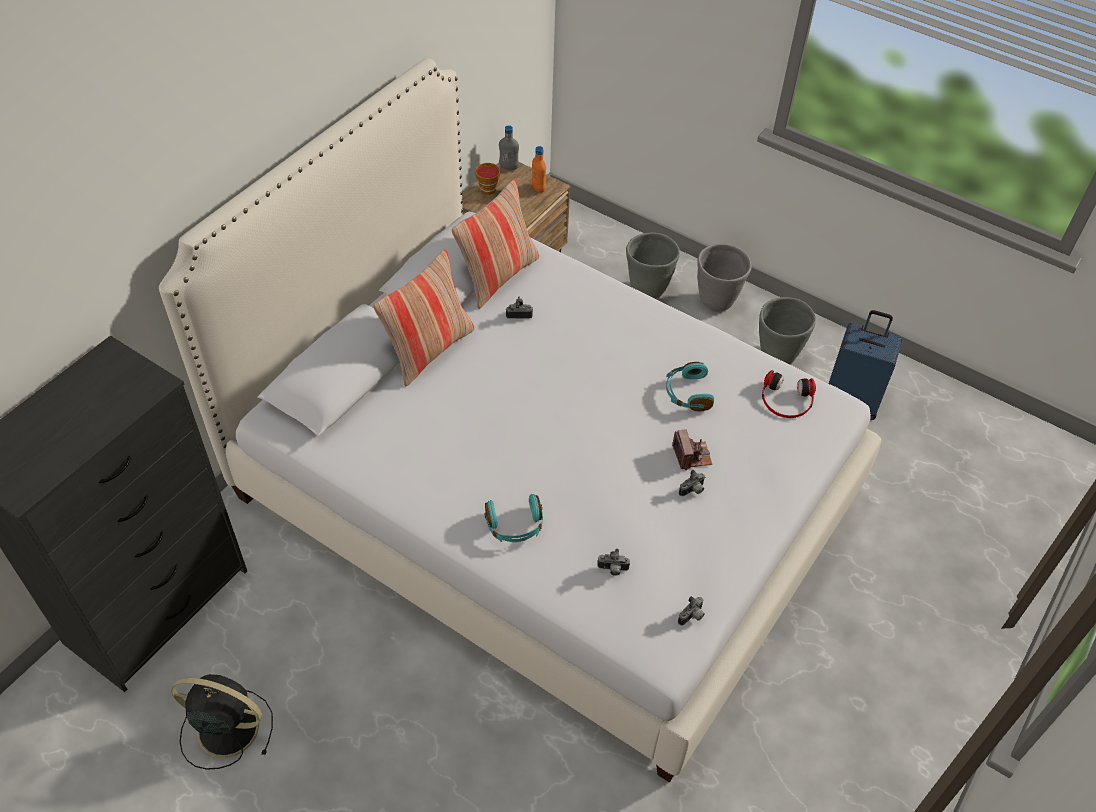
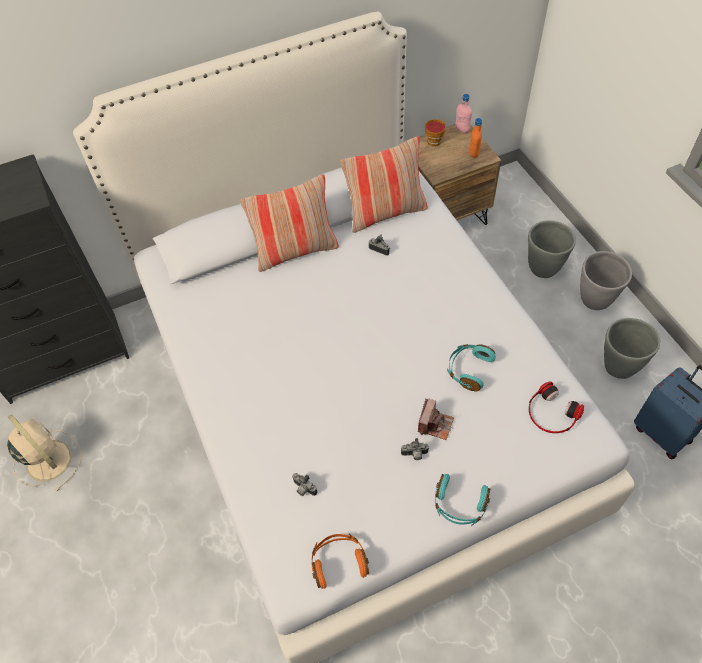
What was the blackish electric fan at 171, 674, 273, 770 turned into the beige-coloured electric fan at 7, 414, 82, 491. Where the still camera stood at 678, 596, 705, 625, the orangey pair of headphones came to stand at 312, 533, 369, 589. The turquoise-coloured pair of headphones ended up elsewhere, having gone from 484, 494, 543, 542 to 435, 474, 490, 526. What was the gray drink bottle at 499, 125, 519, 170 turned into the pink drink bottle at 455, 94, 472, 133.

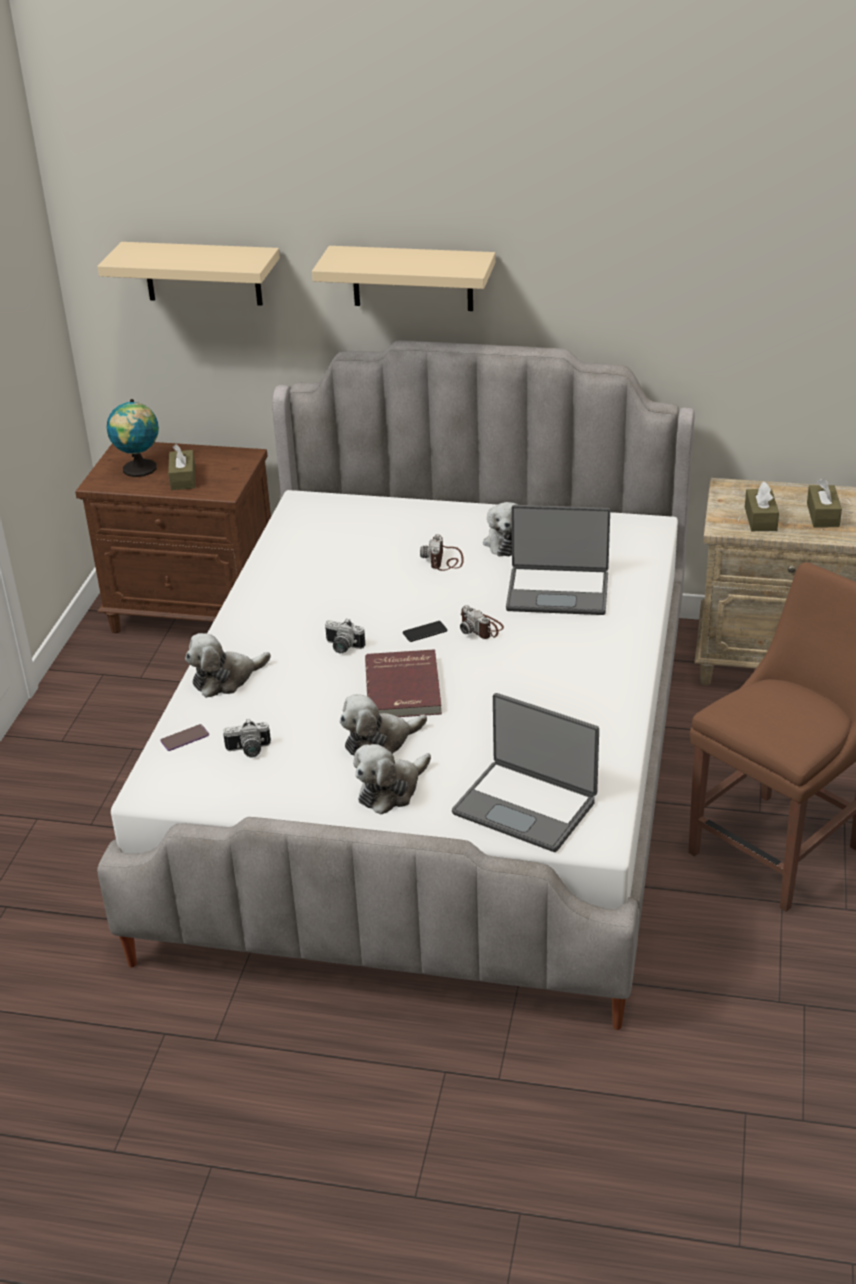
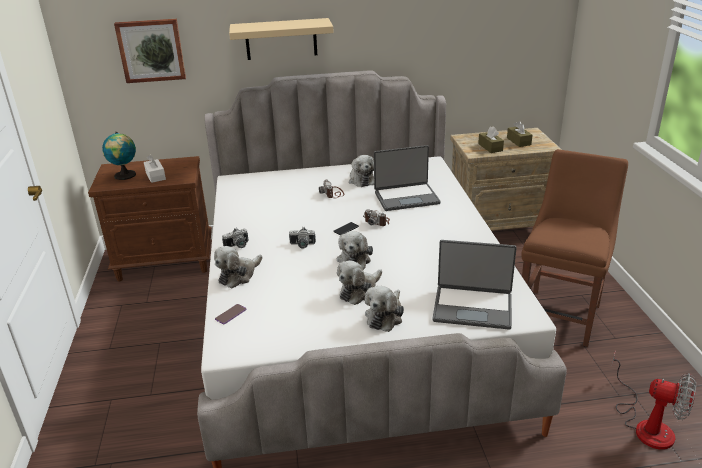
Where the beige-coloured wall shelf hung at 97, 242, 280, 306, the picture came to hang at 114, 19, 186, 83. What was the brown box of tissues at 168, 444, 195, 490 turned into the whitish box of tissues at 144, 155, 166, 183. The still camera ended up elsewhere, having gone from 223, 718, 271, 758 to 222, 228, 248, 248. Where the red book stood at 365, 649, 442, 717, the soft toy came to stand at 337, 231, 373, 270. The second view gained the electric fan at 612, 351, 696, 450.

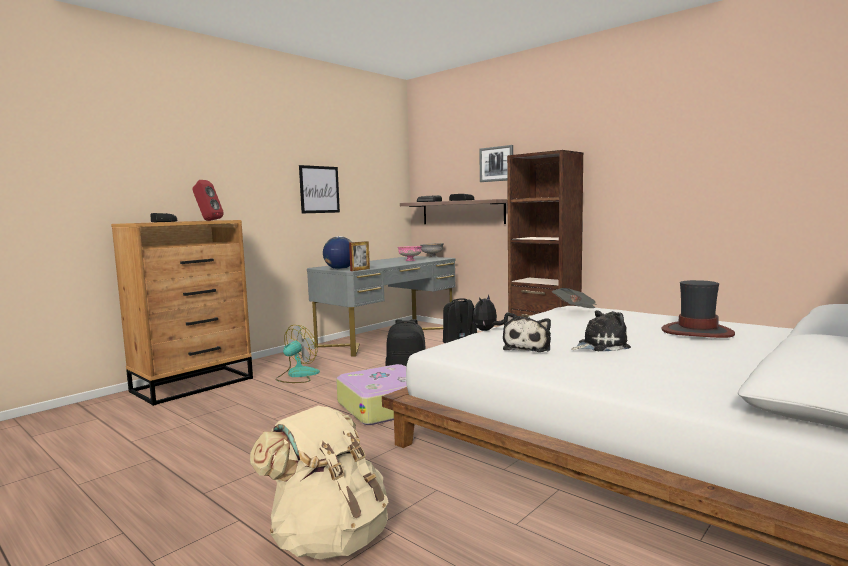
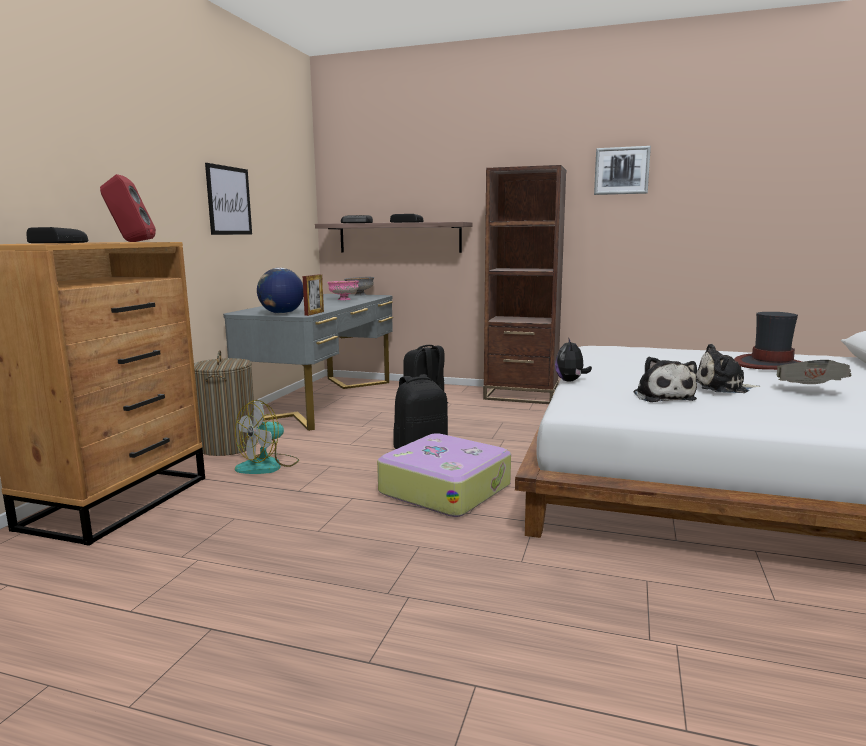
The second view gained the hamper at 194, 350, 257, 456. The electric fan at 275, 325, 320, 383 ended up facing another way, 150 degrees counterclockwise from before. The picture ended up elsewhere, having gone from 479, 145, 513, 182 to 594, 146, 651, 195. The soft toy at 571, 310, 631, 351 ended up facing another way, 135 degrees counterclockwise from before. The printed paper ended up elsewhere, having gone from 552, 288, 597, 308 to 777, 360, 851, 384. The second view lost the beige-coloured knapsack at 250, 406, 388, 559.

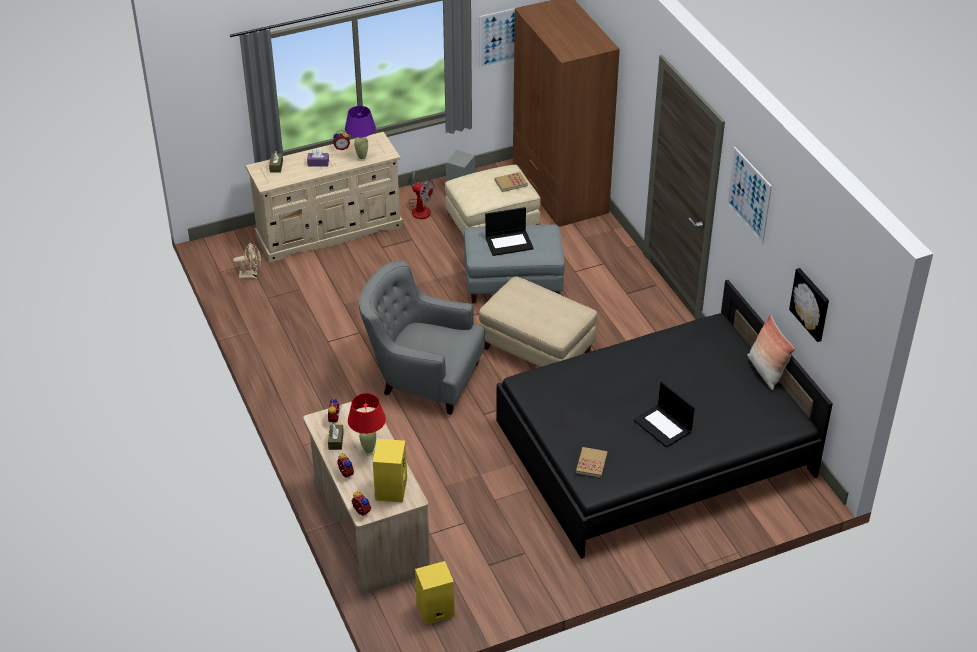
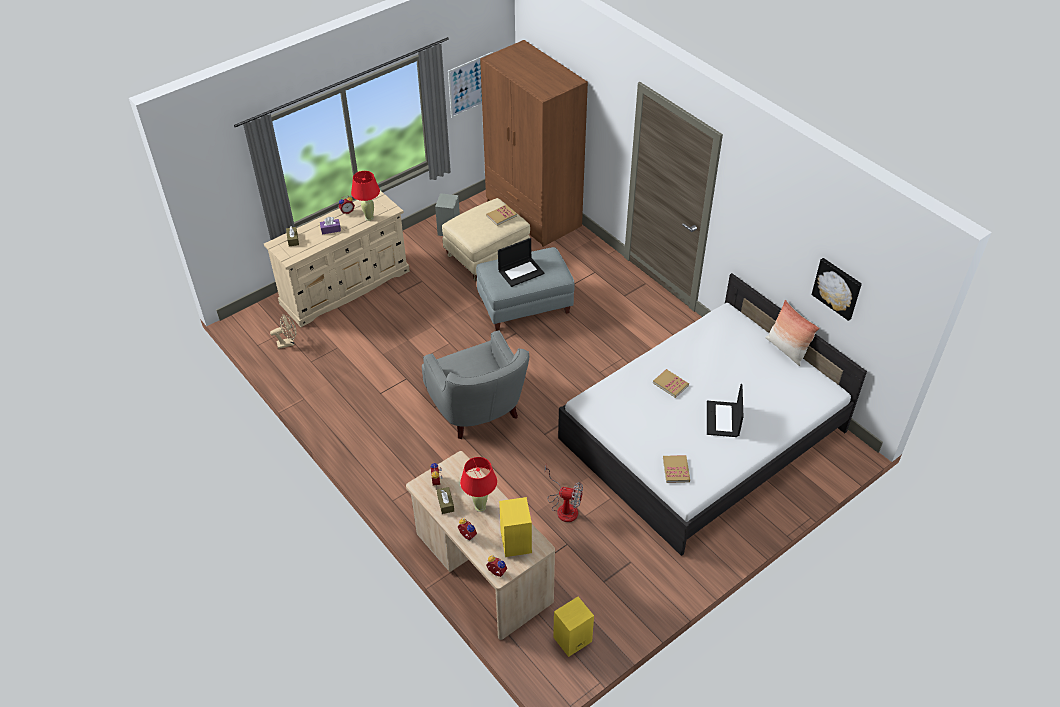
What was the purple table lamp at 345, 106, 376, 161 turned into the red table lamp at 351, 171, 380, 221. The gray armchair at 359, 261, 485, 415 ended up facing another way, 120 degrees counterclockwise from before. The electric fan ended up elsewhere, having gone from 409, 171, 435, 219 to 545, 466, 583, 522. What was the blackish bed at 496, 280, 833, 559 turned into the whitish bed at 558, 273, 867, 556. The second view gained the book at 653, 369, 689, 398. The laptop at 634, 381, 695, 448 ended up facing another way, 60 degrees clockwise from before. The second view lost the beige-coloured ottoman at 479, 277, 597, 367. The second view lost the picture at 726, 147, 772, 244.

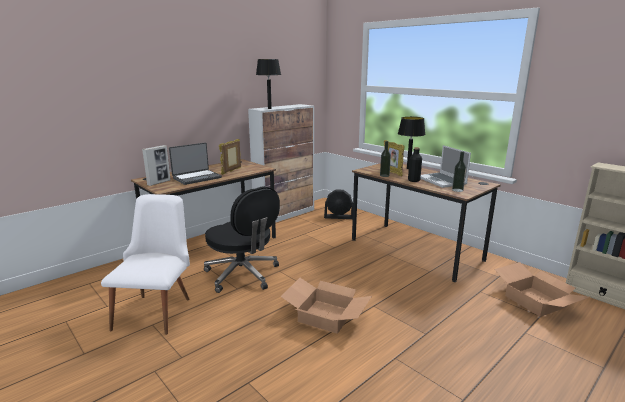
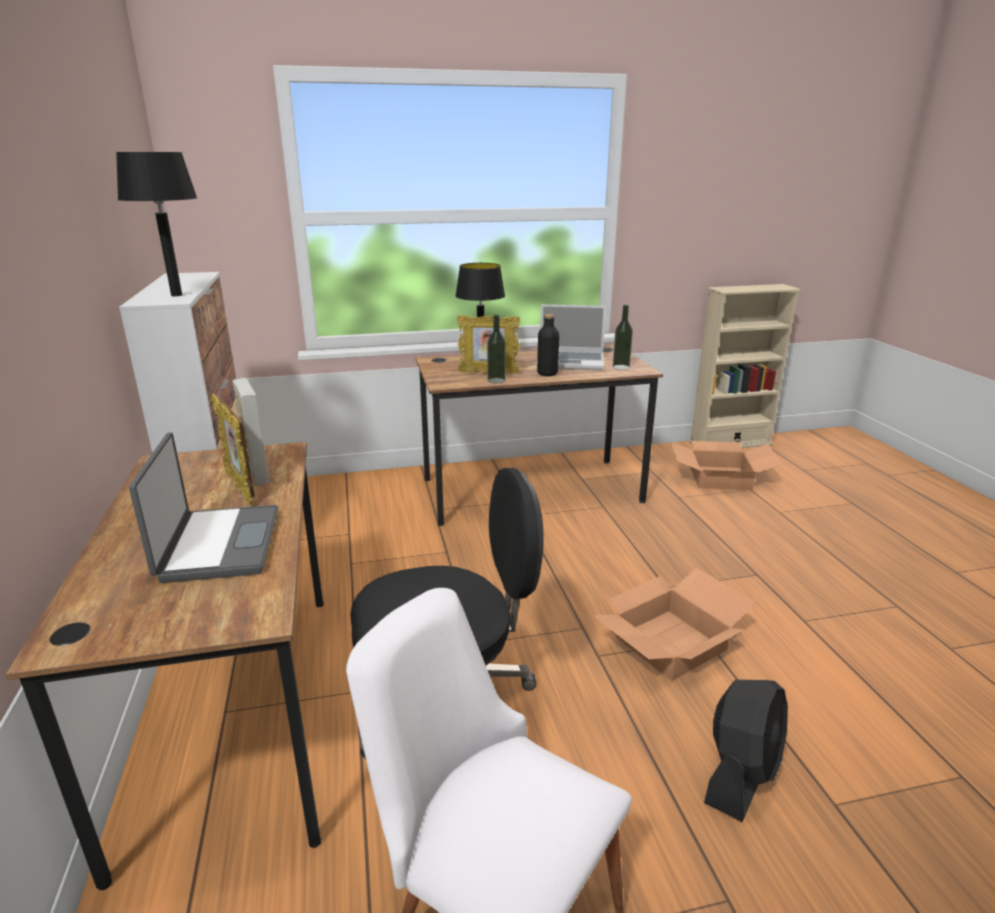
The standing frame ended up elsewhere, having gone from 142, 145, 171, 186 to 233, 378, 270, 485. The blackish electric fan ended up elsewhere, having gone from 324, 189, 353, 219 to 704, 680, 788, 822.

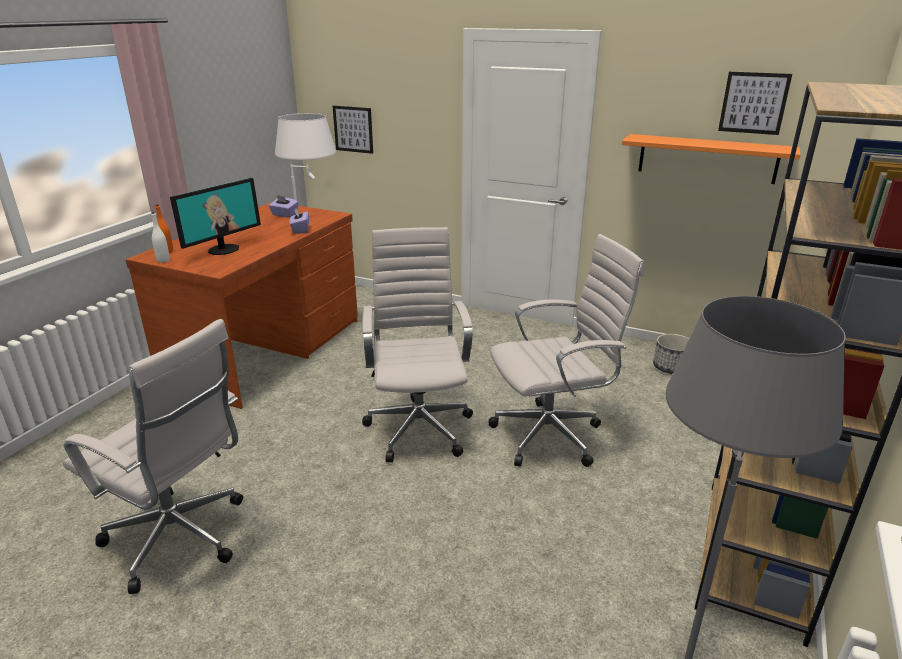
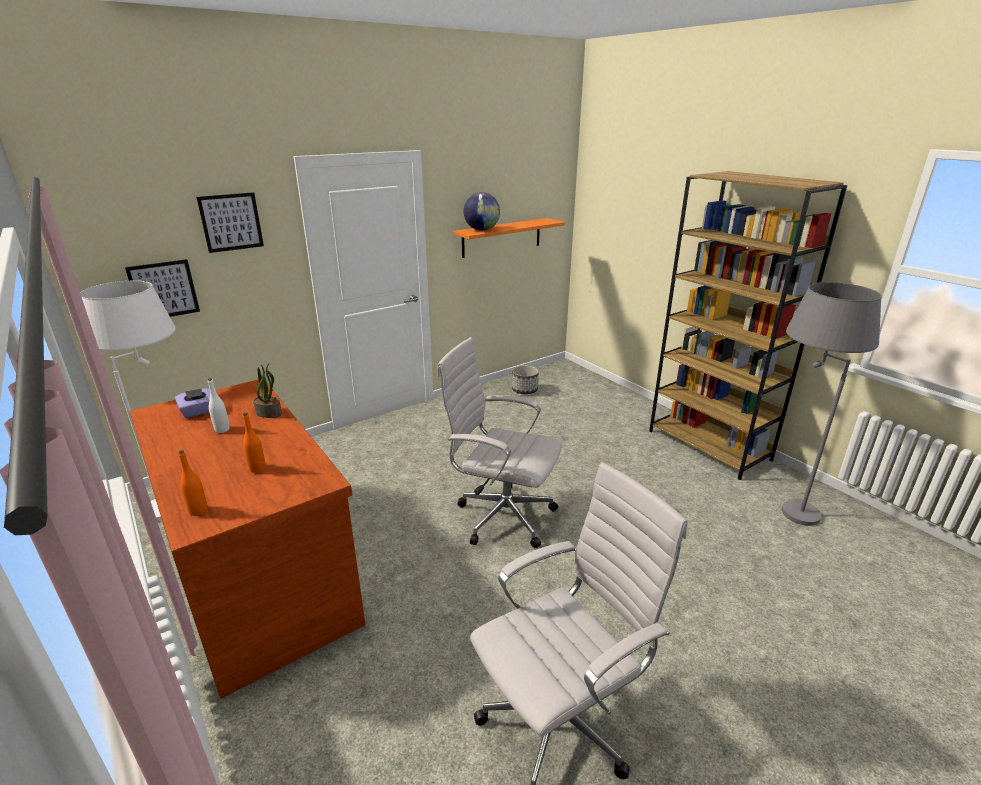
The picture ended up elsewhere, having gone from 718, 72, 792, 135 to 196, 192, 264, 253. The whitish drink bottle ended up elsewhere, having gone from 151, 212, 170, 263 to 208, 378, 230, 433. Where the computer display stood at 170, 178, 261, 255, the orangey drink bottle came to stand at 243, 413, 266, 473. Where the purple box of tissues stood at 290, 208, 309, 234, the plant in a pot came to stand at 253, 363, 282, 418. The second view gained the desk globe at 464, 192, 500, 231. The second view lost the whitish office chair at 488, 234, 644, 467.

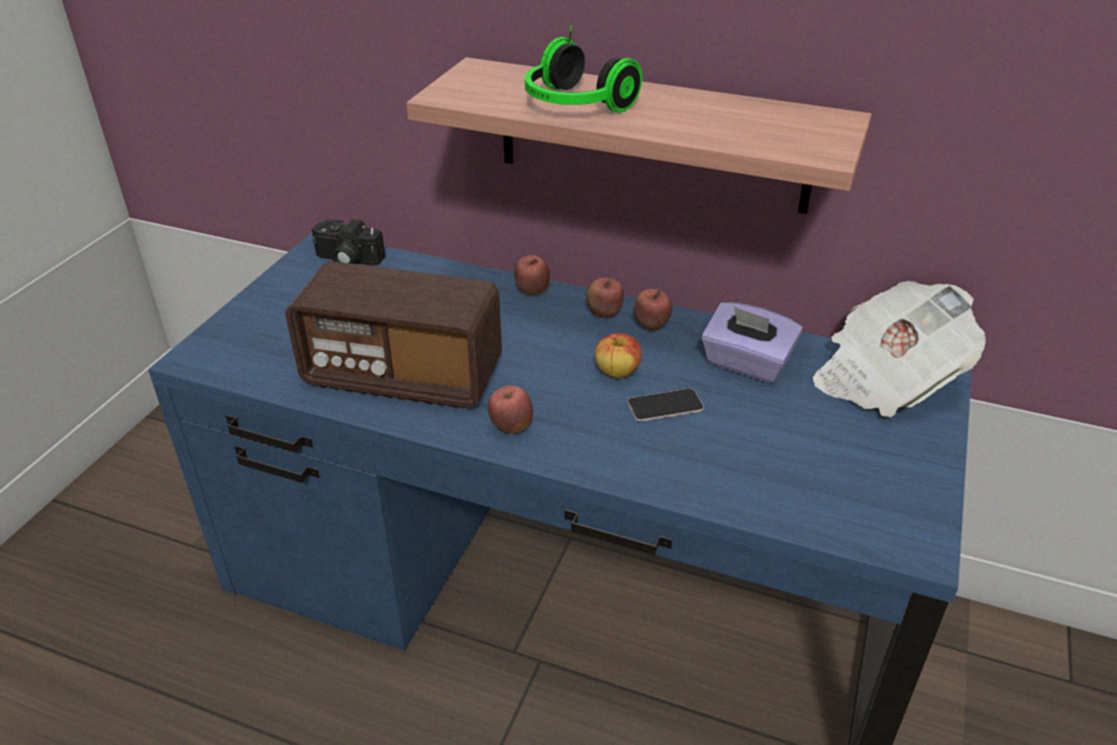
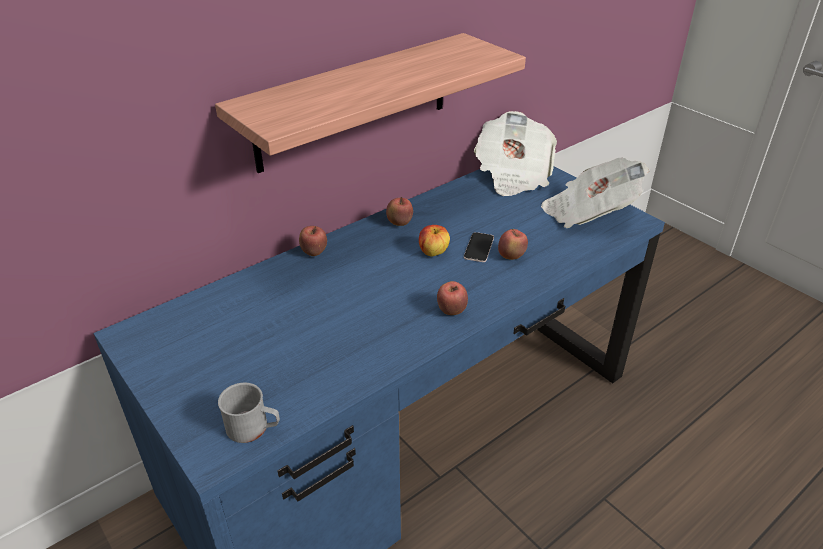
The second view gained the gray coffee mug at 218, 383, 280, 443. The apple ended up elsewhere, having gone from 586, 277, 624, 318 to 498, 229, 528, 260. The second view gained the printed paper at 541, 157, 649, 228. The second view lost the radio receiver at 285, 261, 502, 408. The second view lost the still camera at 312, 219, 385, 266. The second view lost the pair of headphones at 525, 25, 642, 113. The second view lost the purple box of tissues at 701, 302, 803, 383.

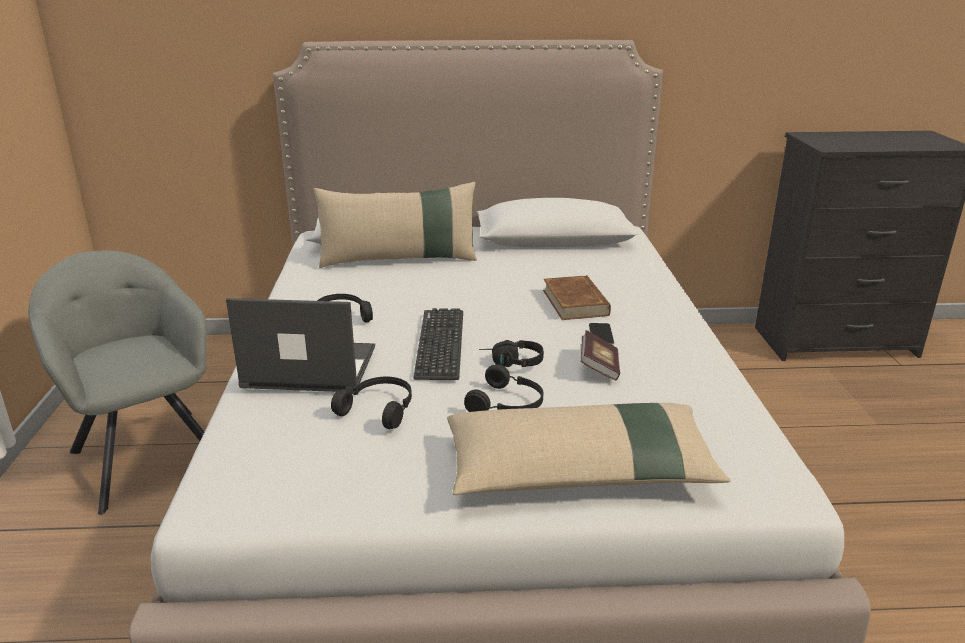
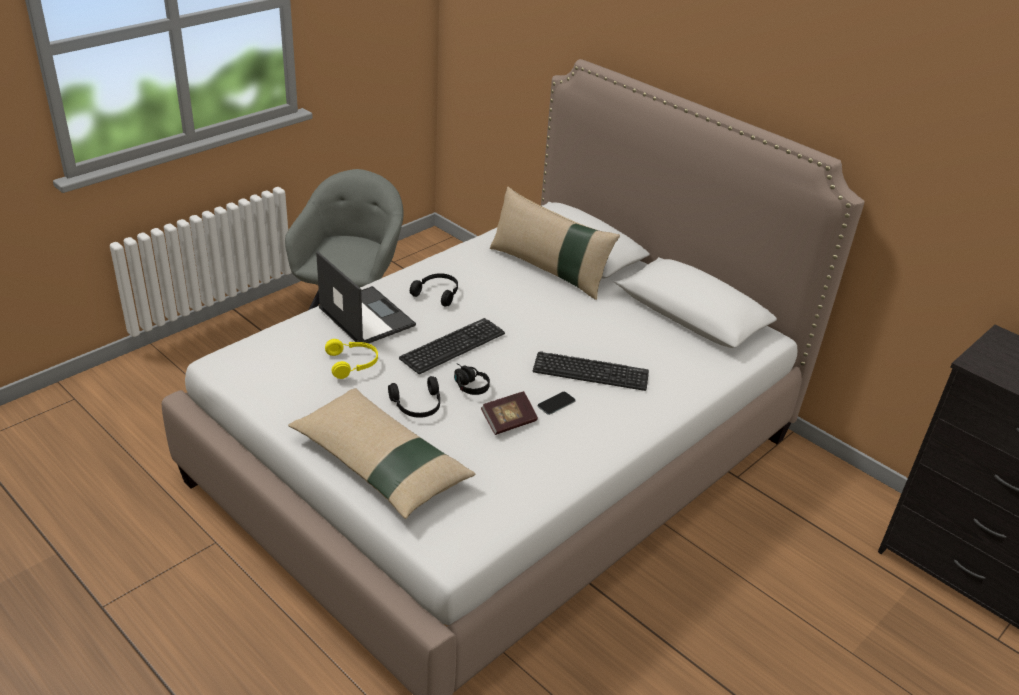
What was the blackish pair of headphones at 331, 377, 412, 429 turned into the yellowish pair of headphones at 325, 339, 378, 379. Where the brown book stood at 543, 275, 611, 320, the computer keyboard came to stand at 533, 351, 649, 391.

